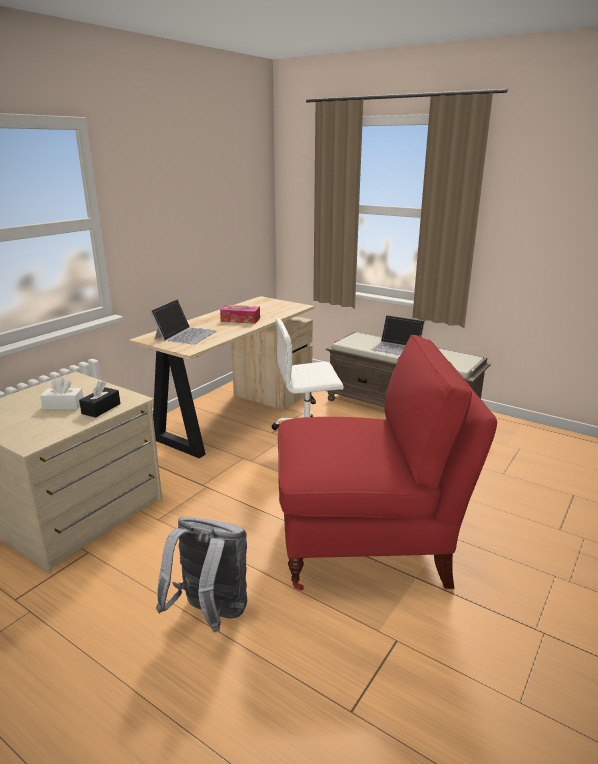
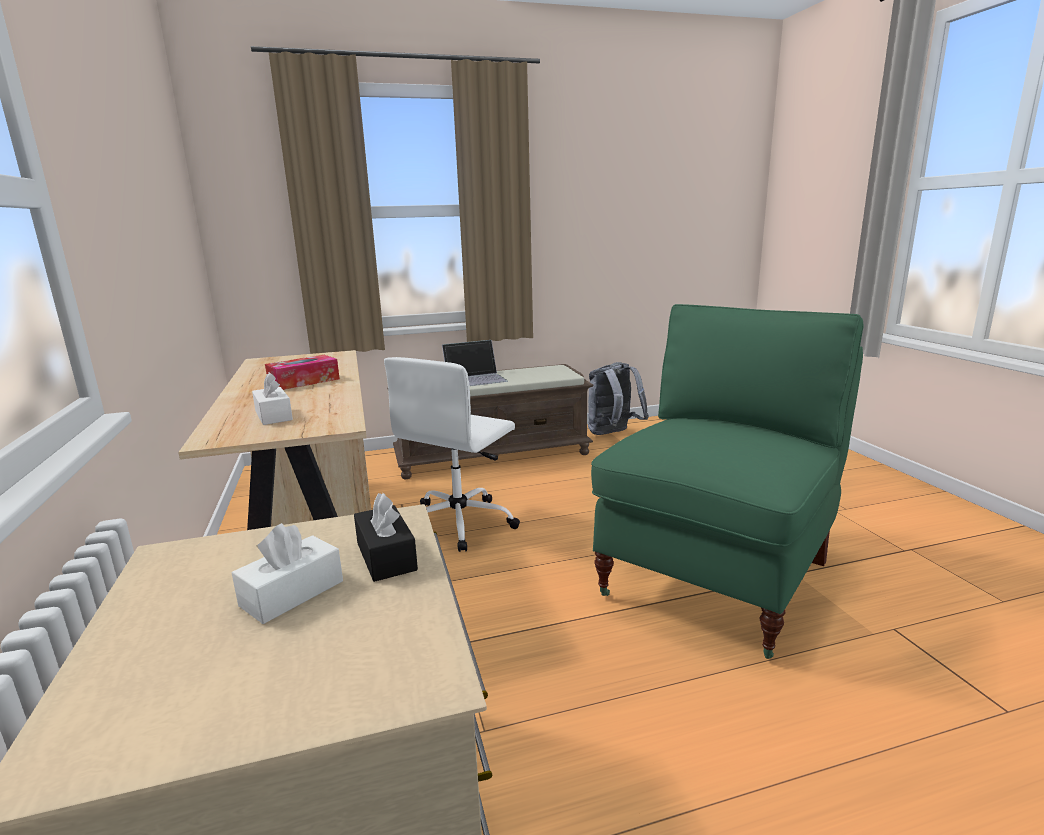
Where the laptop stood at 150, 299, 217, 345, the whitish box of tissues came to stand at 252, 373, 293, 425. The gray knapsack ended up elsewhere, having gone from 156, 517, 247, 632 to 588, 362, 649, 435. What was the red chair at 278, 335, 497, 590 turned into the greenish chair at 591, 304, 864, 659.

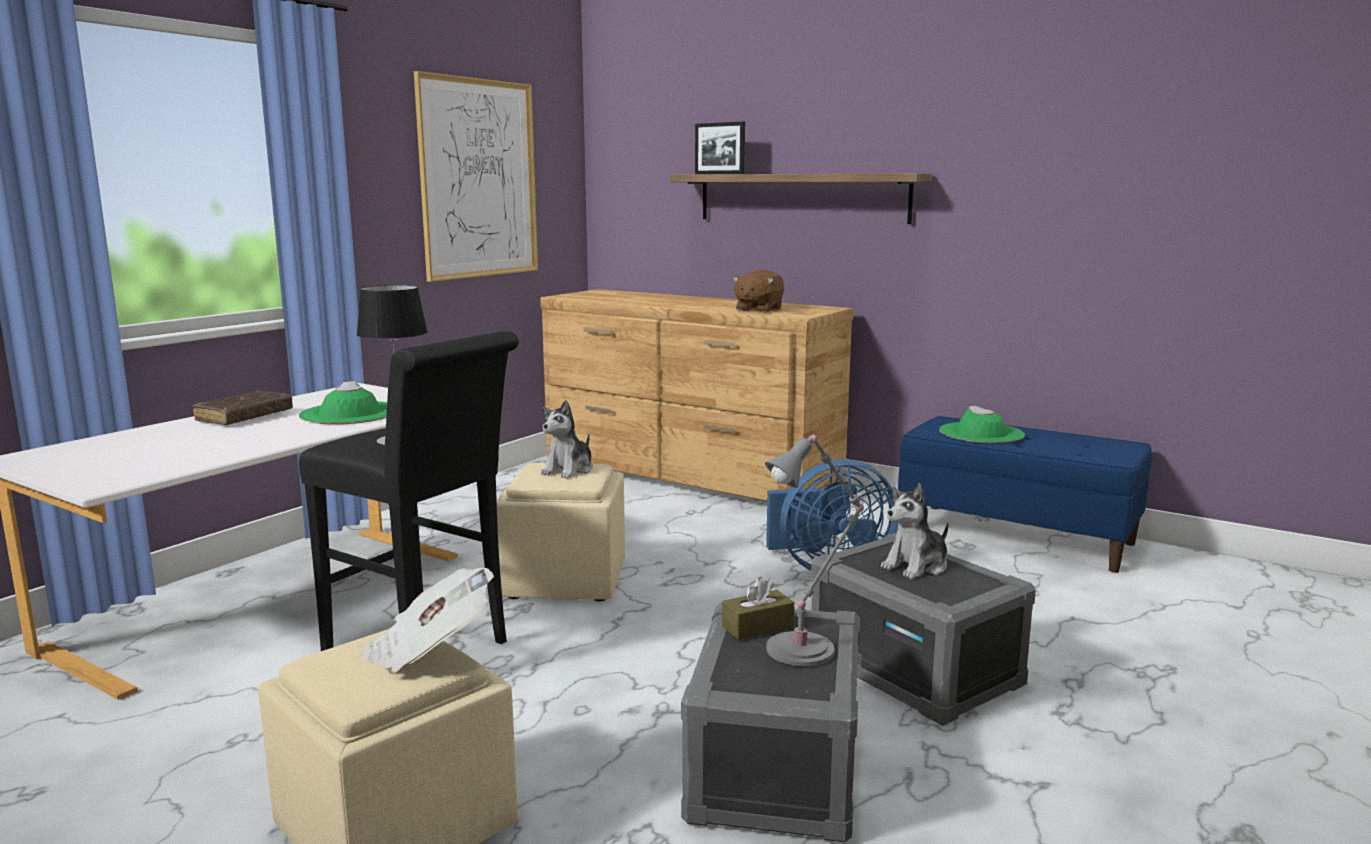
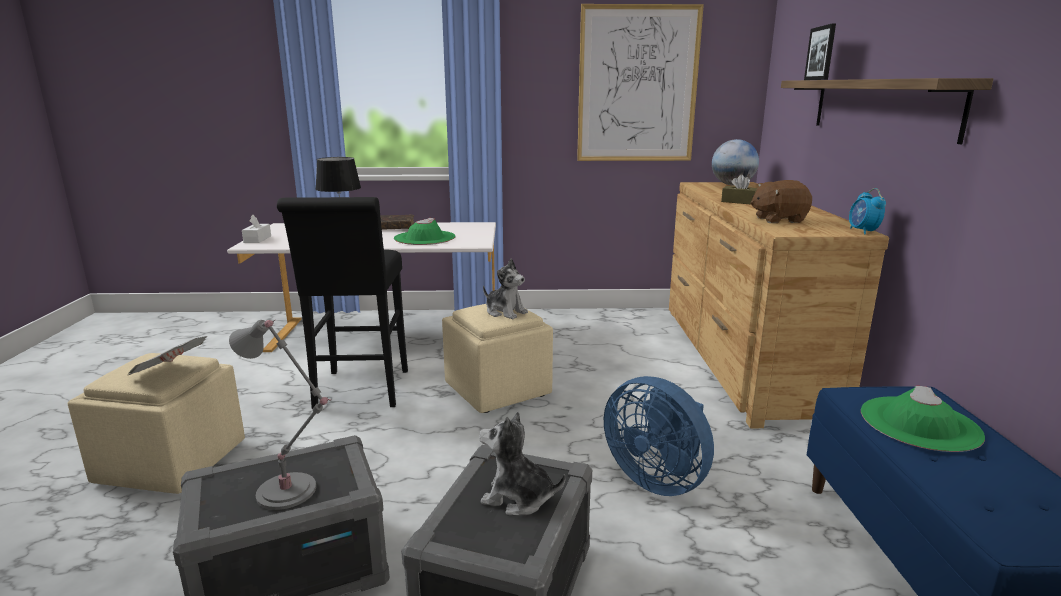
The second view gained the whitish box of tissues at 242, 215, 271, 243. The soft toy at 541, 400, 593, 479 ended up facing another way, 135 degrees counterclockwise from before. The second view gained the desk globe at 712, 139, 759, 185. The brown box of tissues ended up elsewhere, having gone from 722, 577, 795, 640 to 721, 175, 757, 204. The second view gained the bedside clock at 849, 188, 886, 235.

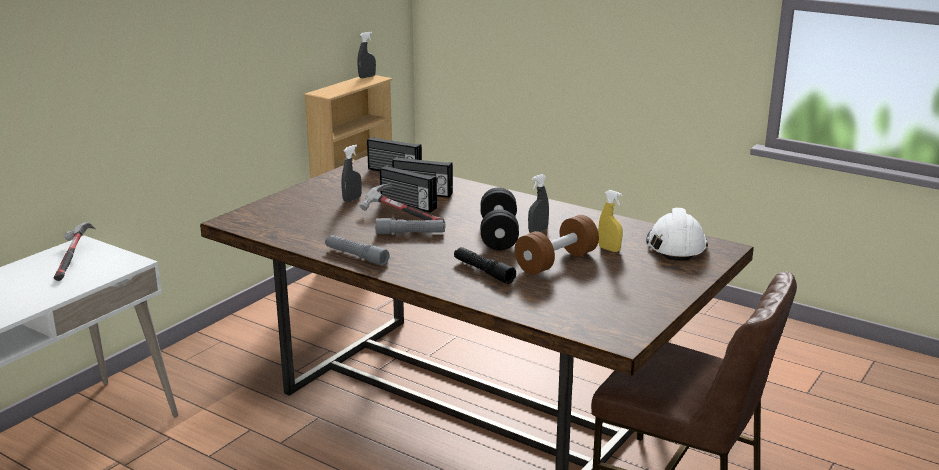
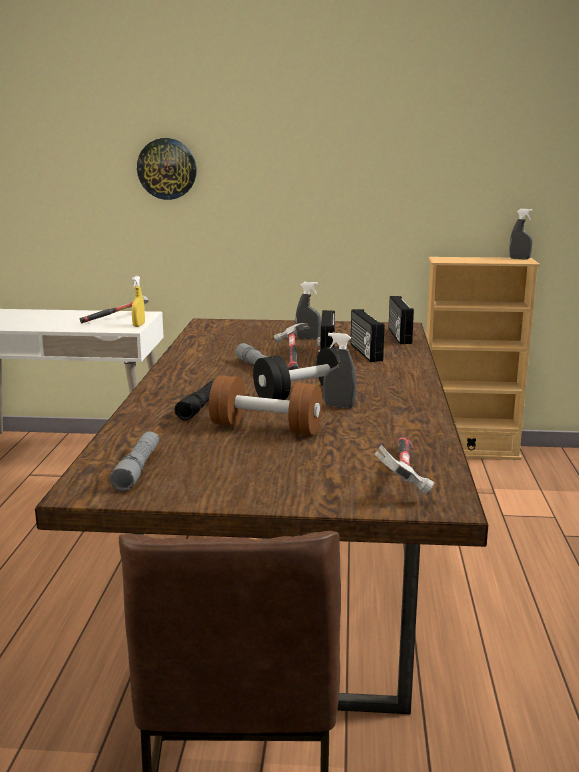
The gray flashlight ended up elsewhere, having gone from 325, 235, 389, 266 to 110, 432, 159, 491. The yellowish sprayer ended up elsewhere, having gone from 598, 190, 623, 252 to 132, 276, 145, 327. The second view gained the clock on the wall at 137, 138, 197, 200. Where the whitish safety helmet stood at 646, 208, 708, 261, the tool hammer came to stand at 375, 436, 434, 495.

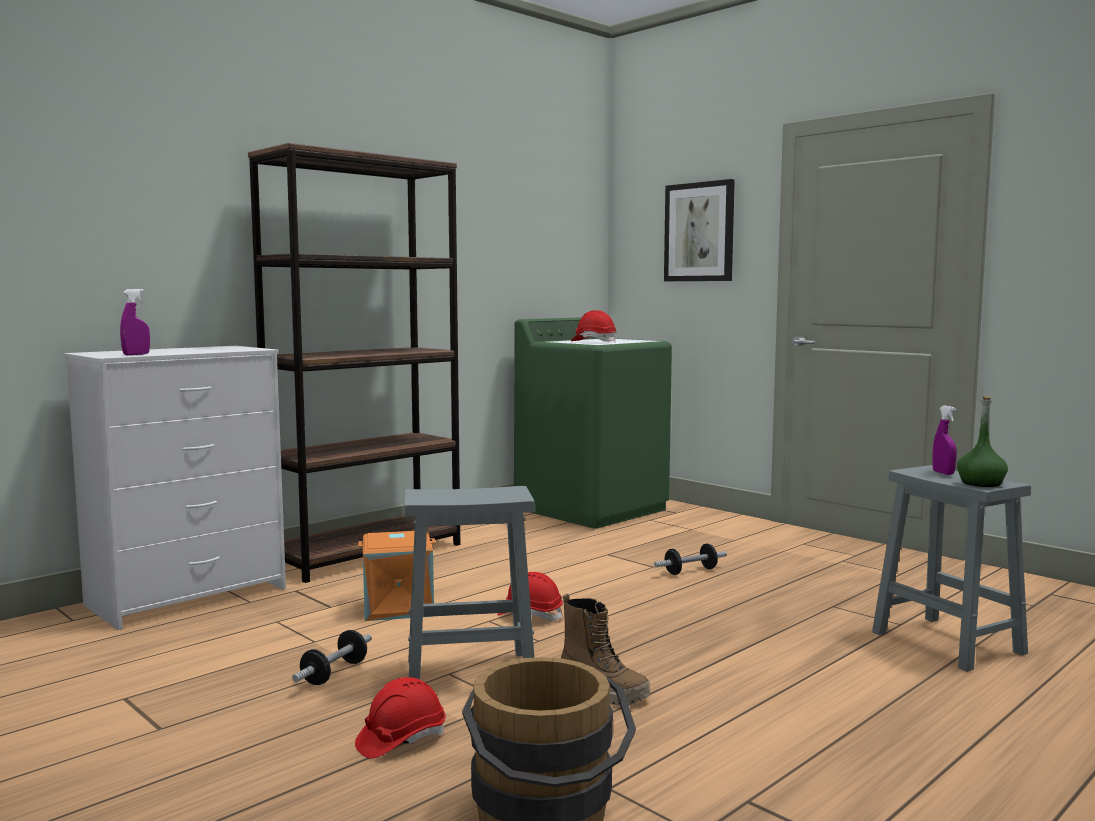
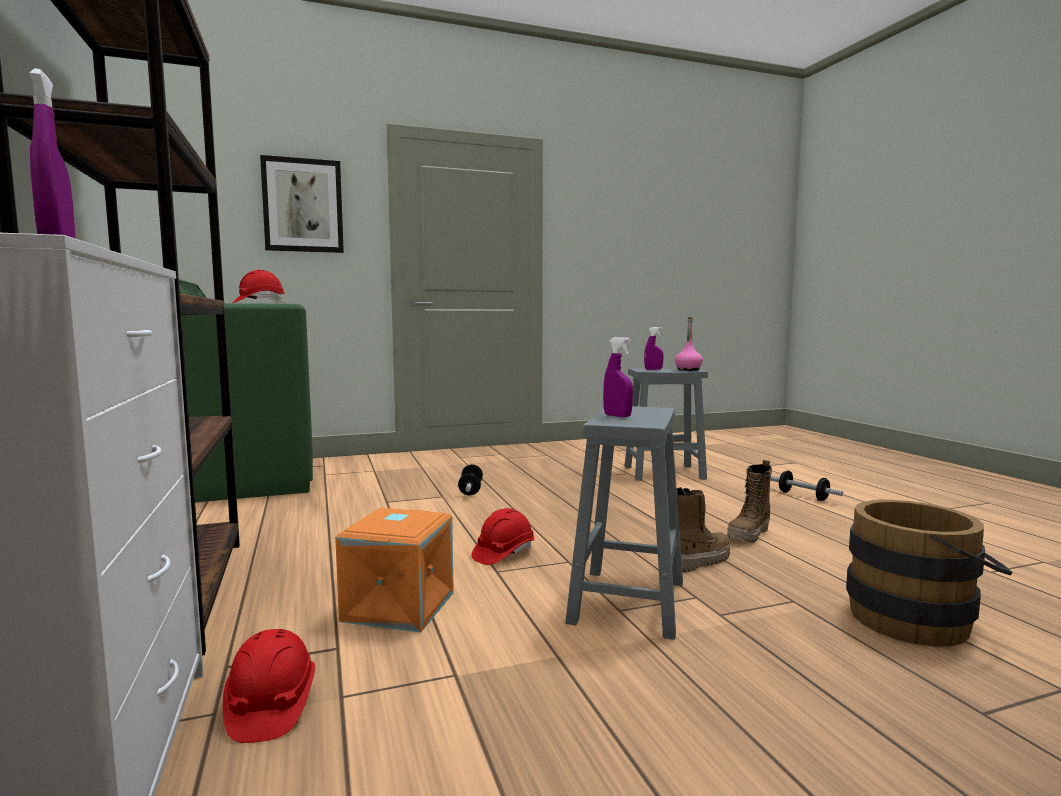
The red safety helmet ended up elsewhere, having gone from 355, 677, 446, 759 to 223, 629, 315, 743. The second view gained the purple sprayer at 603, 337, 633, 417. What was the greenish drink bottle at 957, 396, 1008, 487 turned into the pink drink bottle at 675, 317, 703, 371. The second view gained the tall boot at 727, 460, 772, 543. The free weight ended up elsewhere, having gone from 292, 630, 372, 685 to 770, 471, 843, 501.

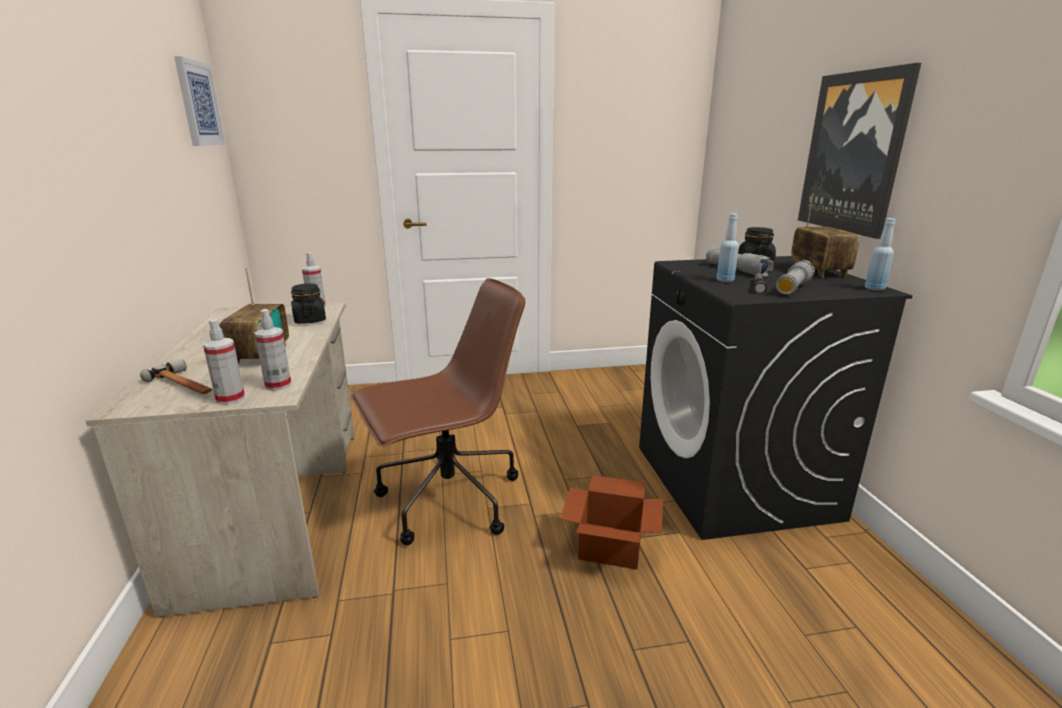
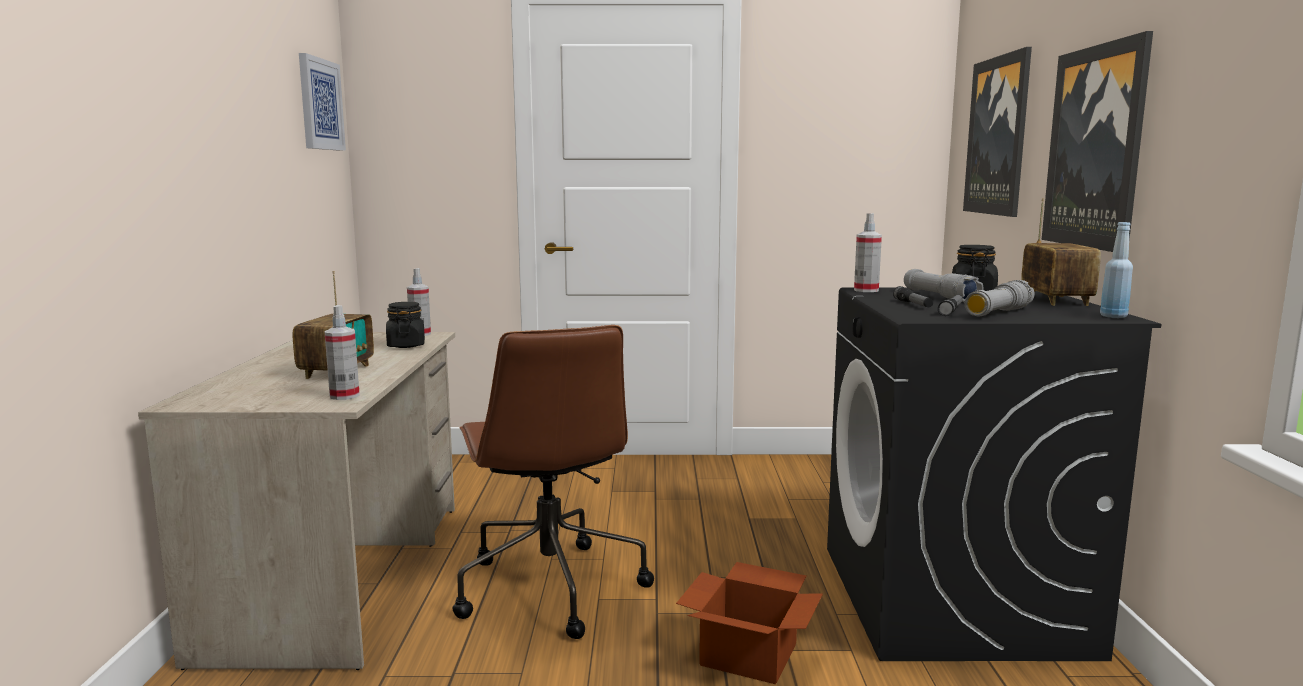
The brown office chair at 351, 278, 525, 545 ended up facing another way, 90 degrees clockwise from before. The sprayer ended up elsewhere, having gone from 203, 319, 245, 405 to 854, 213, 882, 292. Where the bluish drink bottle stood at 716, 213, 739, 282, the flashlight came to stand at 893, 286, 933, 307. The second view gained the picture at 963, 47, 1032, 217. The second view lost the tool hammer at 140, 359, 212, 394.

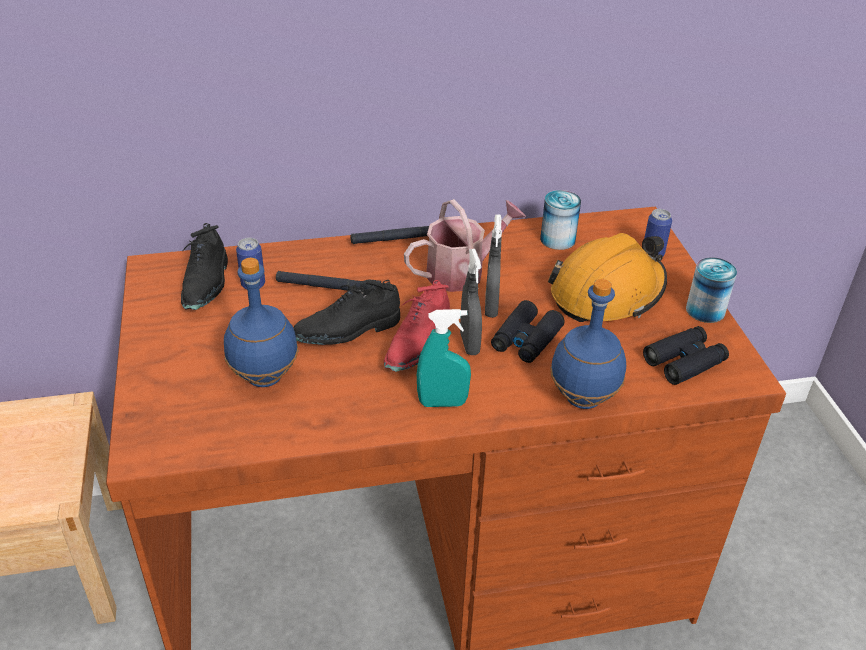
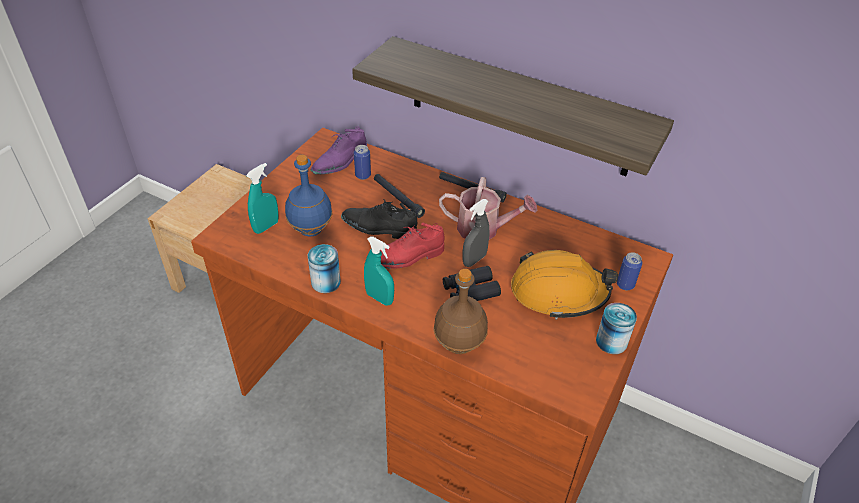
The second view gained the turquoise-coloured sprayer at 246, 163, 279, 234. The metal can ended up elsewhere, having gone from 540, 190, 581, 250 to 308, 244, 341, 293. What was the blackish shoe at 181, 223, 228, 310 turned into the purple shoe at 310, 126, 367, 175. The second view gained the wall shelf at 352, 36, 674, 176. What was the bluish drink bottle at 550, 279, 626, 409 turned into the brown drink bottle at 434, 269, 488, 354. The second view lost the gray sprayer at 460, 249, 482, 355. The second view lost the blackish binoculars at 643, 326, 729, 385.

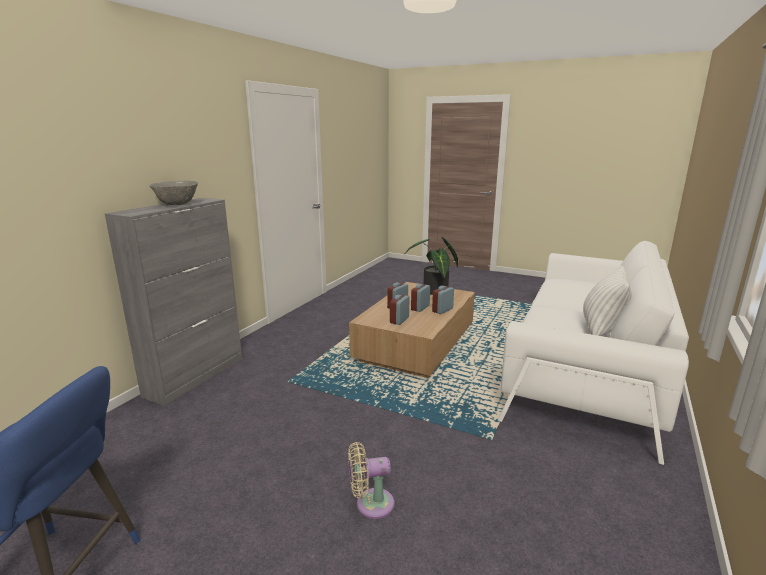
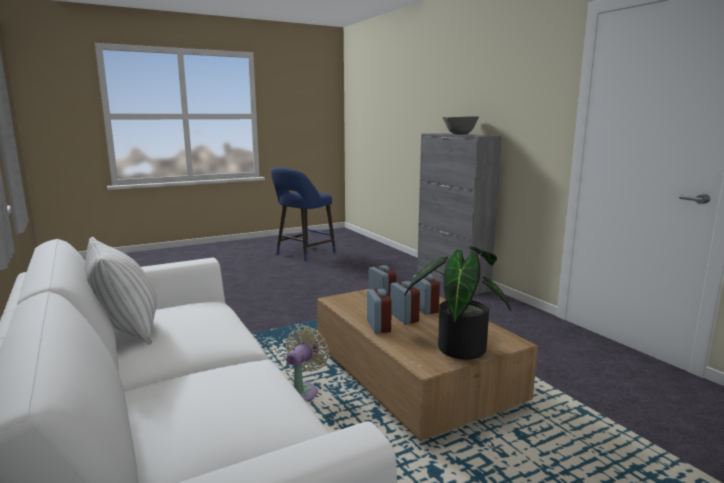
The beige-coloured electric fan ended up elsewhere, having gone from 348, 442, 394, 519 to 286, 326, 329, 401.

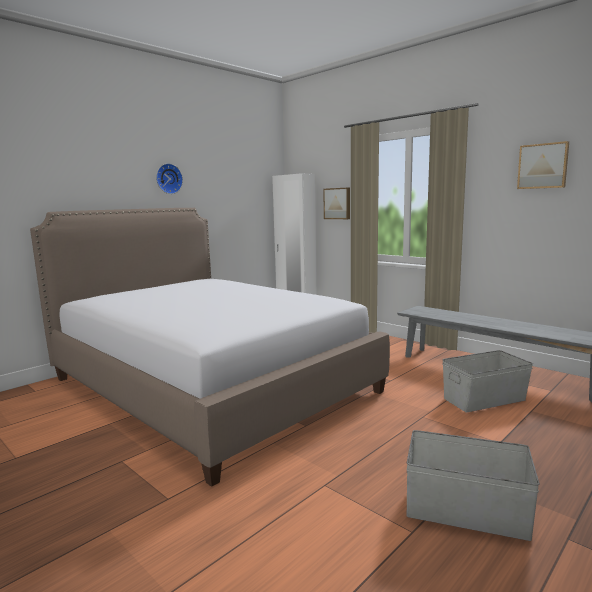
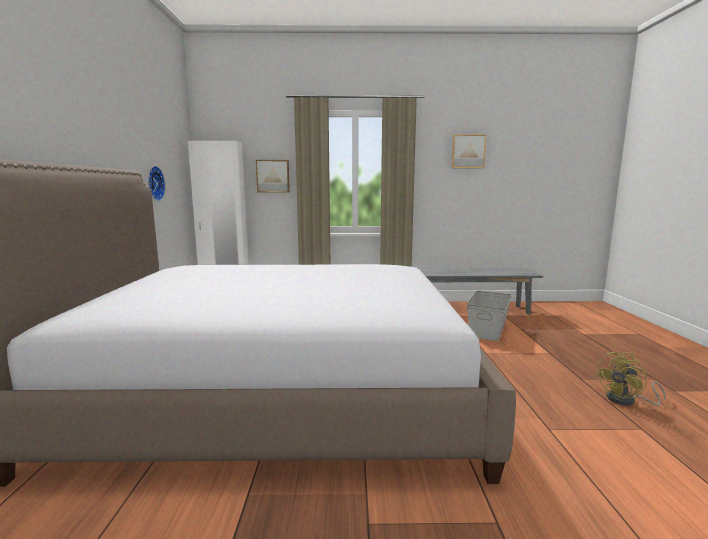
The clock on the wall ended up elsewhere, having gone from 156, 163, 183, 194 to 148, 166, 165, 201. Where the gray storage container stood at 407, 430, 540, 541, the yellowish electric fan came to stand at 595, 352, 666, 406.

